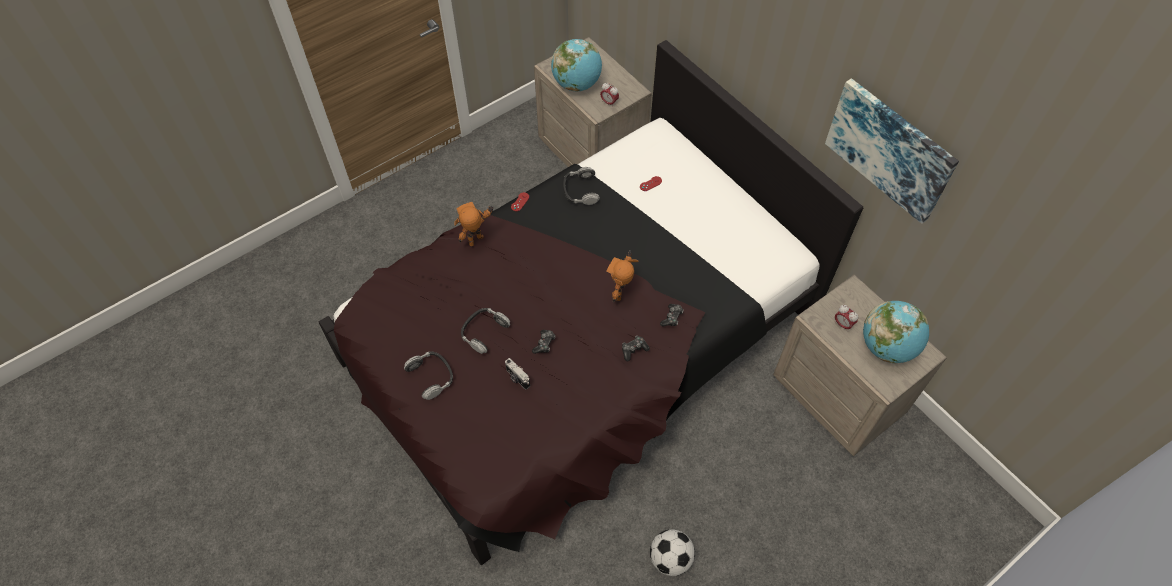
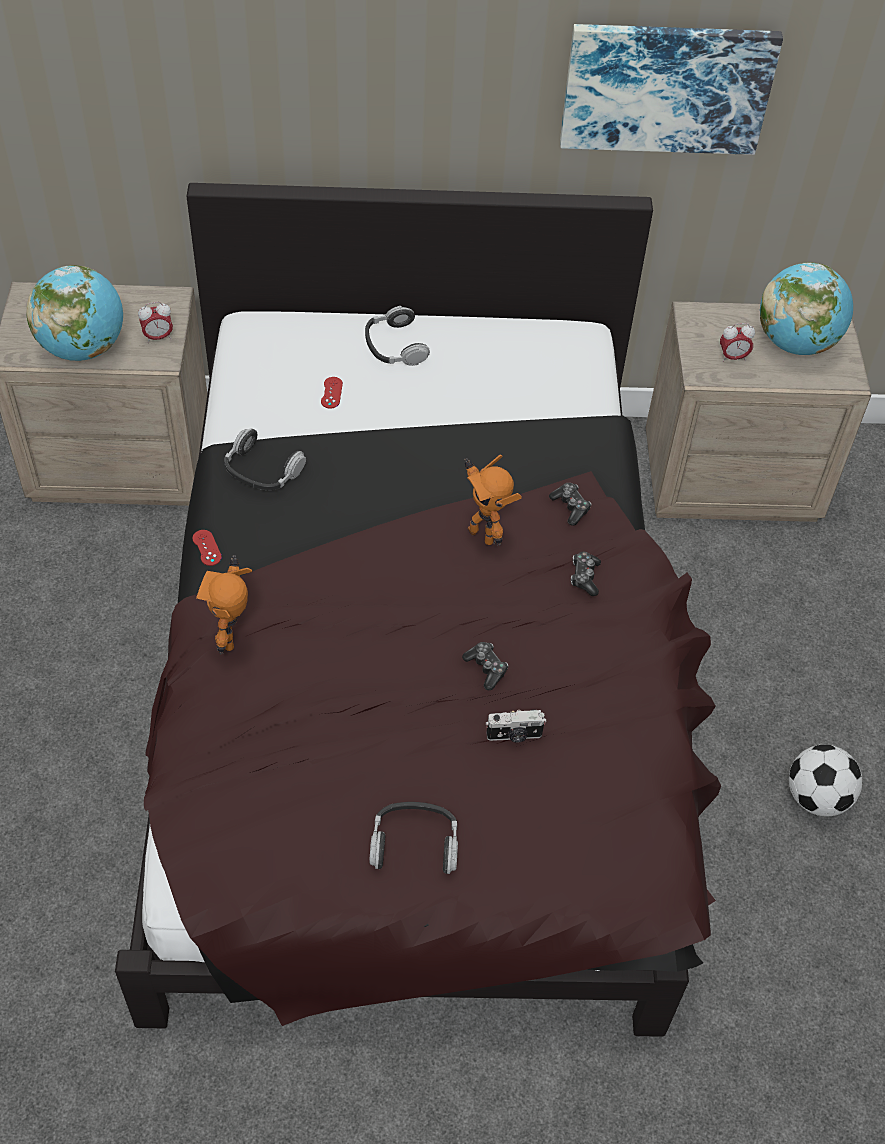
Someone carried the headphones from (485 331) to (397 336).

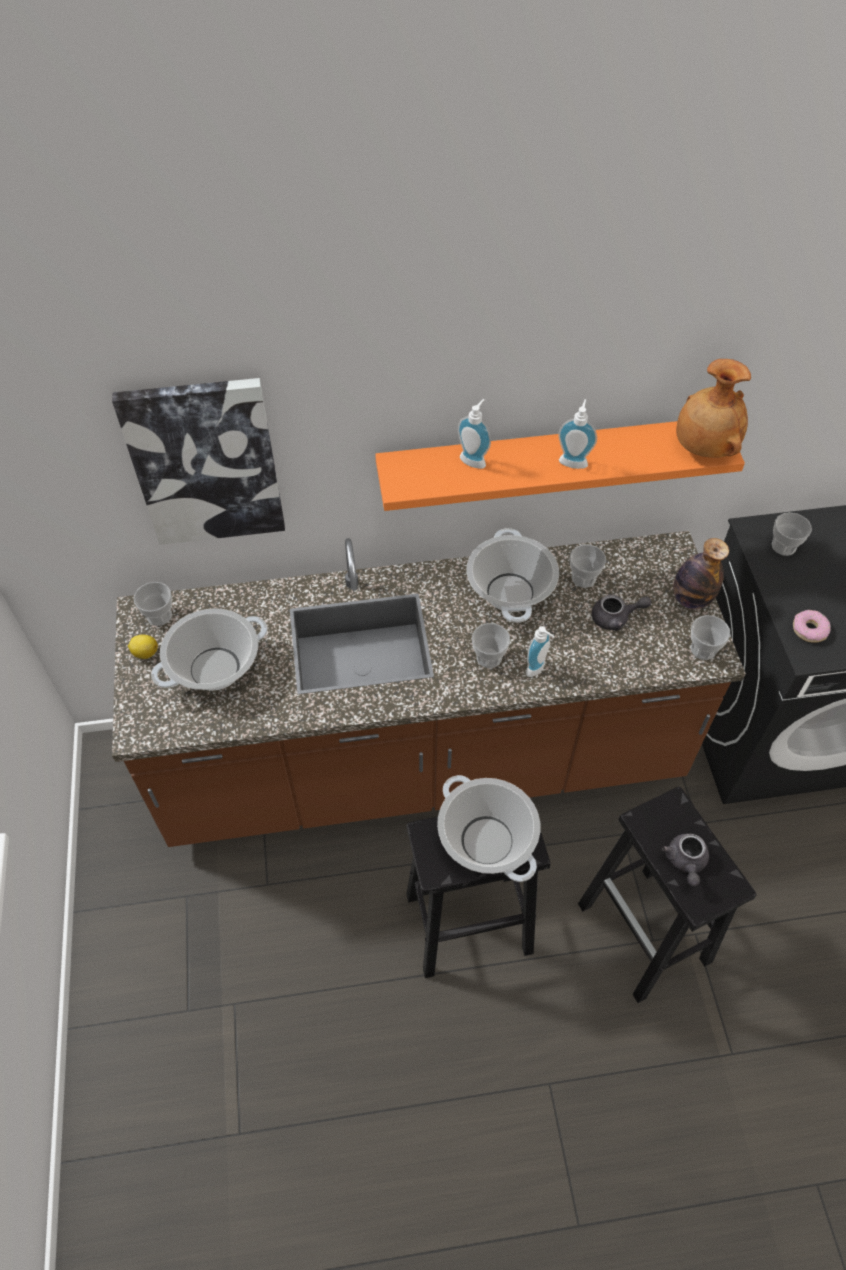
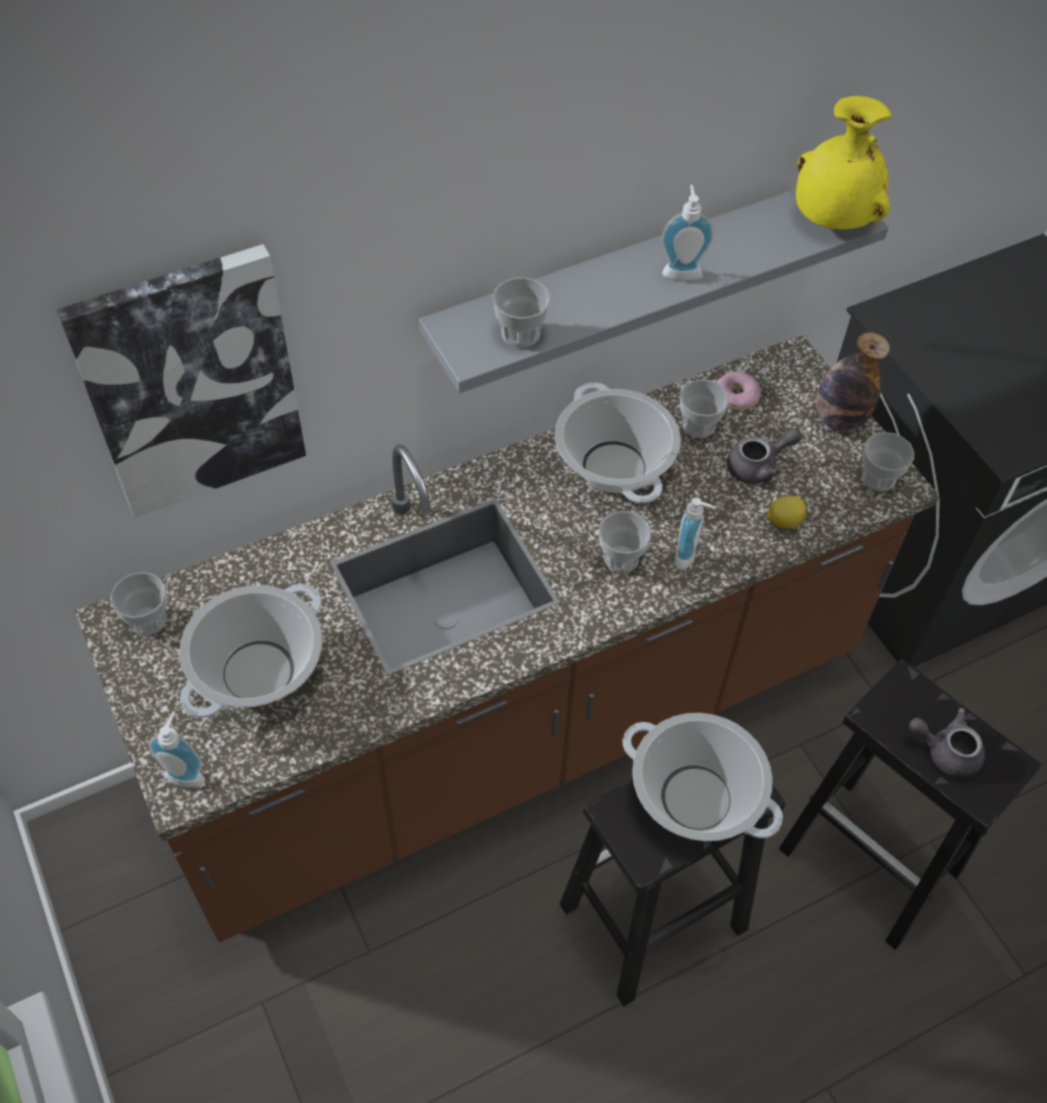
Someone repainted the vase (brown) at (713 408), which became the vase (yellow) at (844 162).
Someone carried the soap dispenser from (474 434) to (176 749).
Someone repainted the shelf (orange) at (560 466), which became the shelf (grey) at (654 291).
Someone carried the cup from (792 534) to (522 312).
Someone carried the donut from (812 626) to (738 391).
Someone carried the lemon from (143 647) to (786 512).
Someone rotated the teapot (grey) at (685 860) by 120 degrees clockwise.

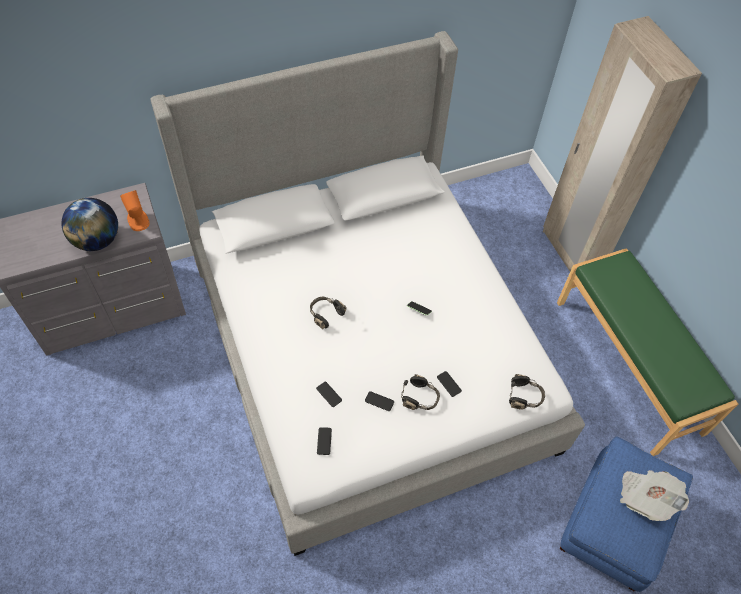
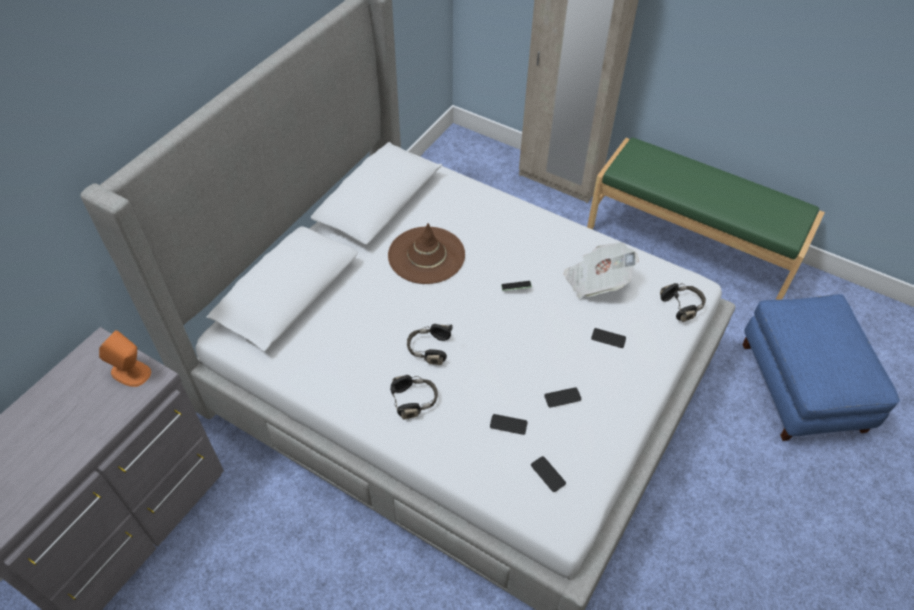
Someone took away the globe at (89 224).
Someone carried the headphones (black) from (420 392) to (414 397).
Someone carried the newspaper from (654 495) to (601 270).
Someone put down the hat (brown) at (426 253).

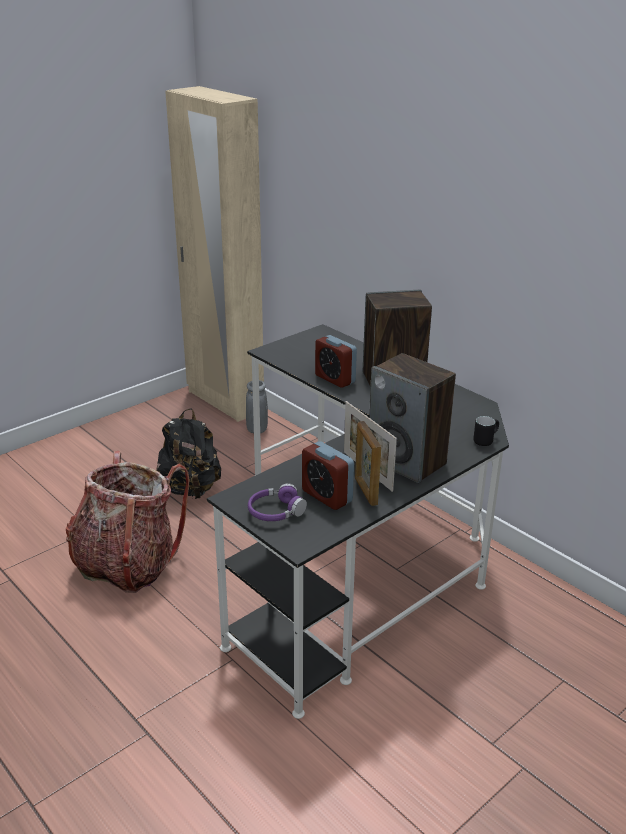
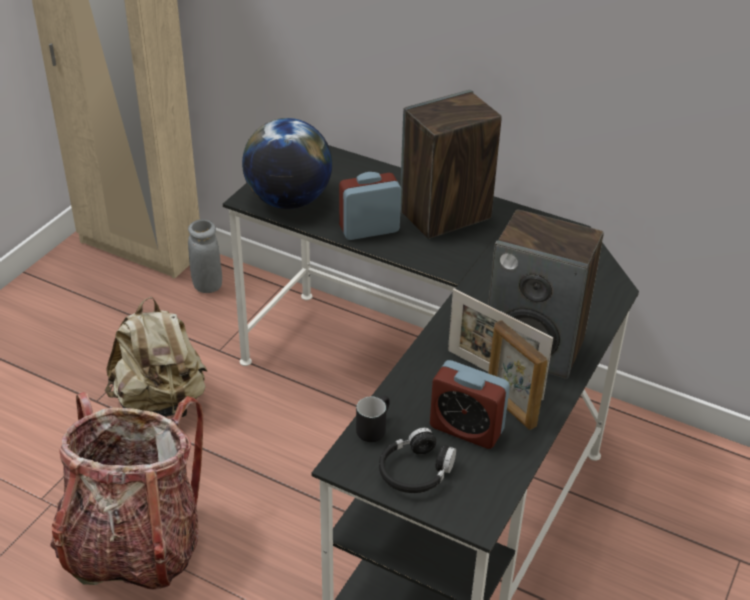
Someone rotated the alarm clock at (336 361) by 135 degrees clockwise.
Someone repainted the backpack (black) at (188 453), which became the backpack (beige) at (156 357).
Someone carried the mug (black) from (486 431) to (373 418).
Someone repainted the headphones (purple) at (277 502), which became the headphones (black) at (417 460).
Someone put down the globe at (287 163).

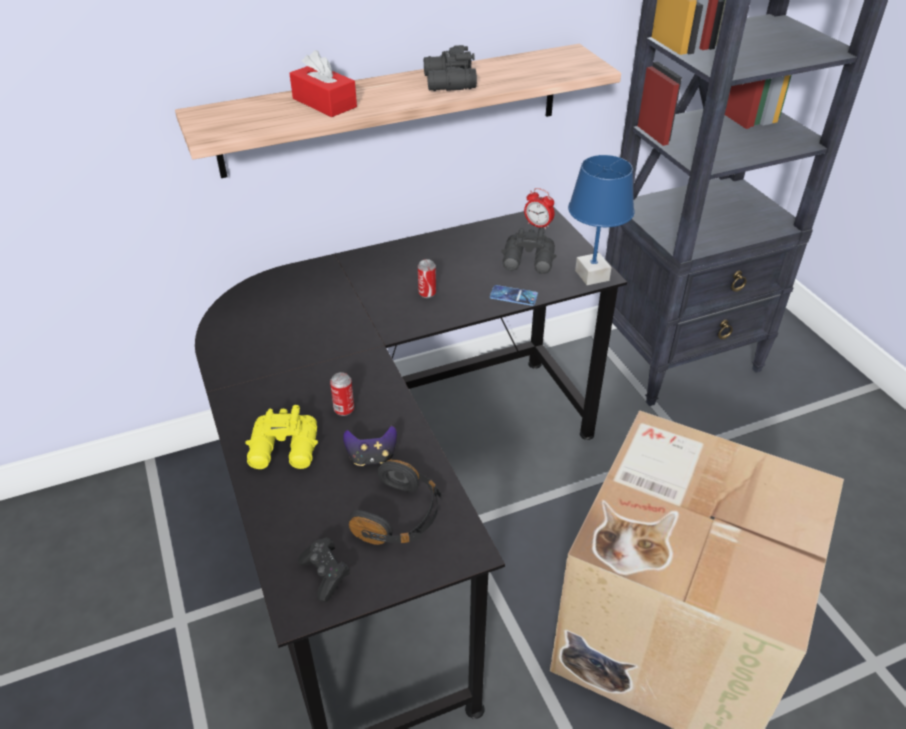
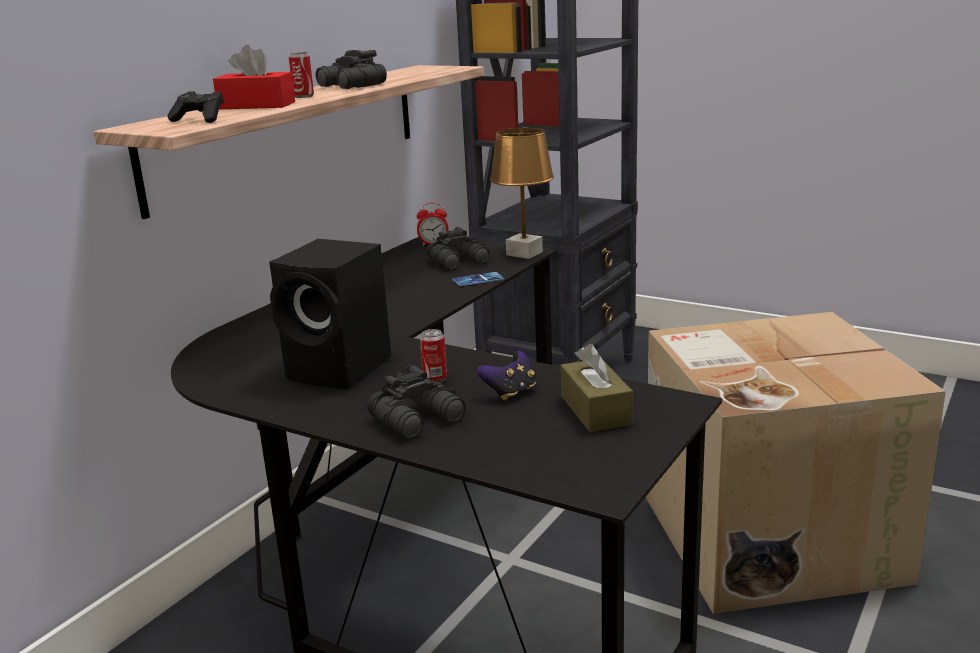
Someone repainted the table lamp (blue) at (601 220), which became the table lamp (brown) at (522 193).
Someone carried the can from (427 278) to (301 75).
Someone repainted the binoculars (yellow) at (281 437), which became the binoculars (black) at (416 401).
Someone swapped the headphones (black) at (395 502) for the tissue box (brown) at (597 388).
Someone carried the game controller (black) from (324 569) to (196 107).
Someone put down the speaker (black) at (330 314).

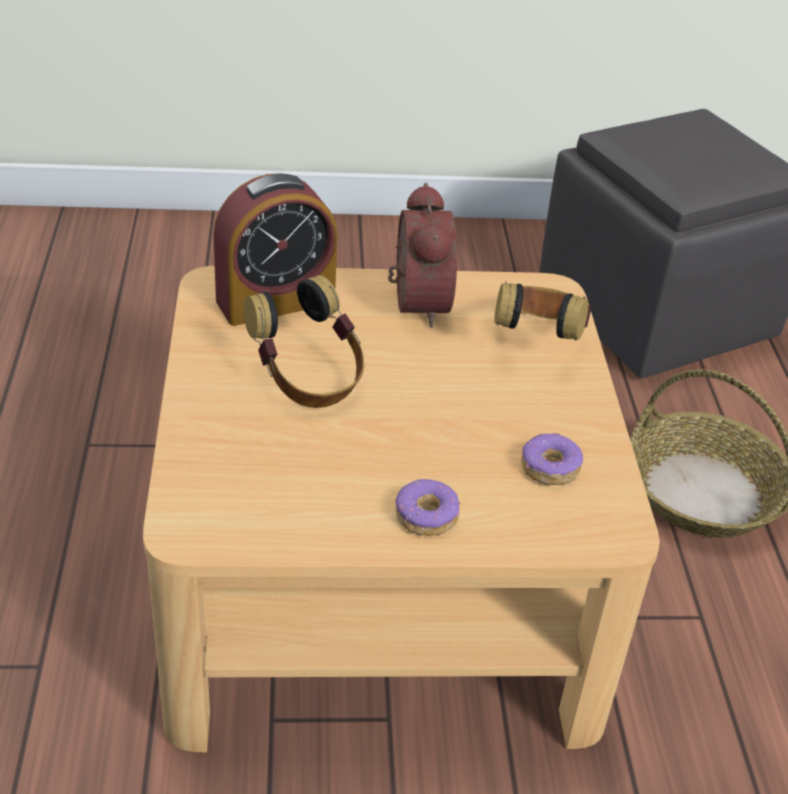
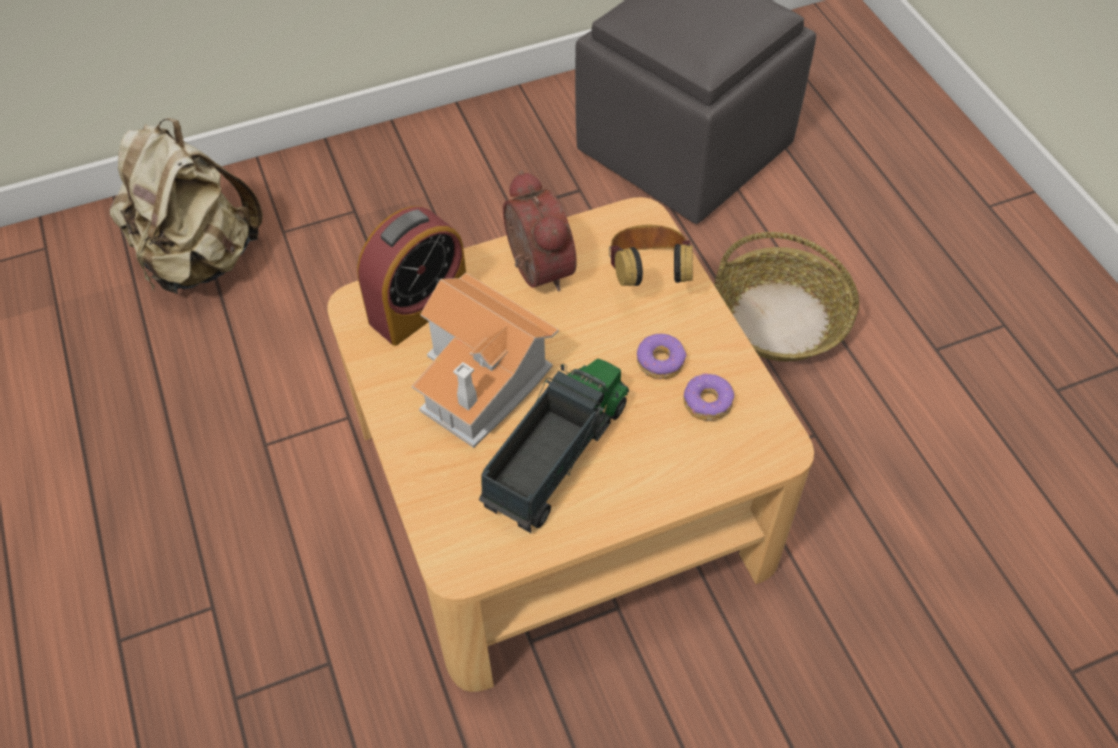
Someone swapped the headphones at (304 341) for the toy house at (485 360).
Someone carried the donut from (428 507) to (662 356).
Someone put down the backpack (beige) at (186 206).
Someone put down the toy truck at (554 445).

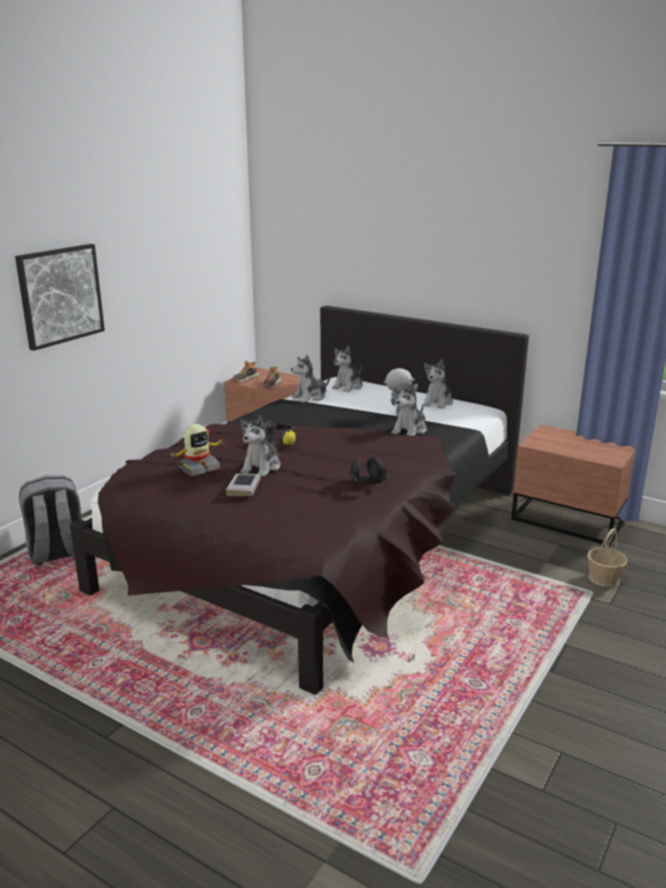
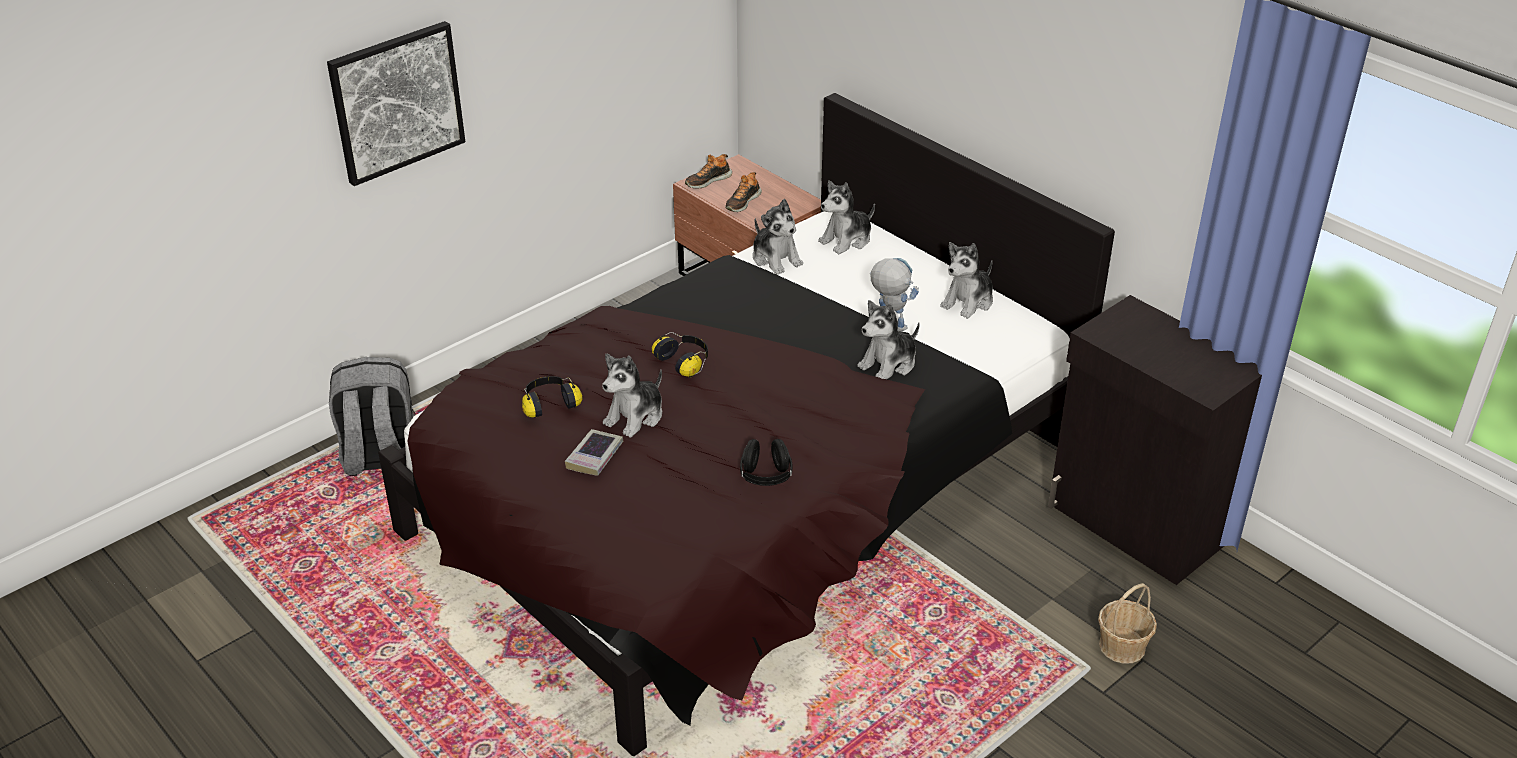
Someone rotated the plush toy at (310 379) by 105 degrees counterclockwise.
Someone swapped the toy robot at (196 450) for the headphones at (552 397).
Someone swapped the nightstand (brown) at (573 485) for the cabinet (black) at (1155 440).

